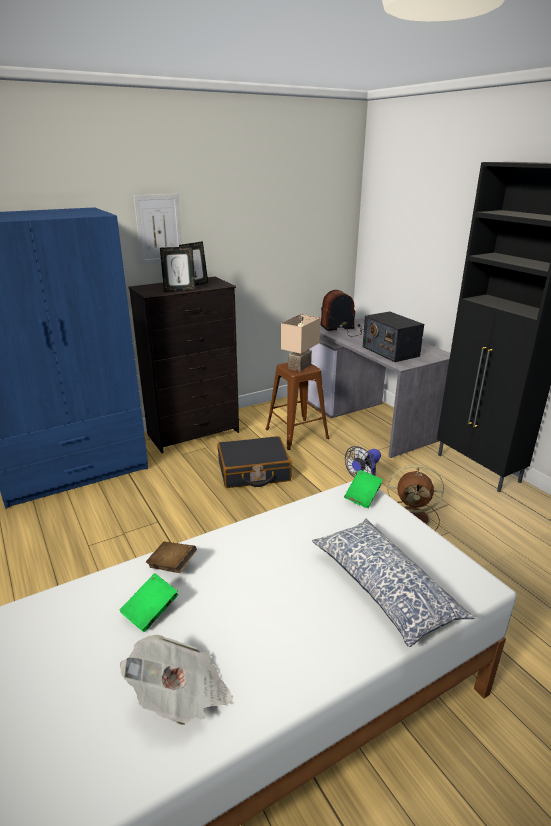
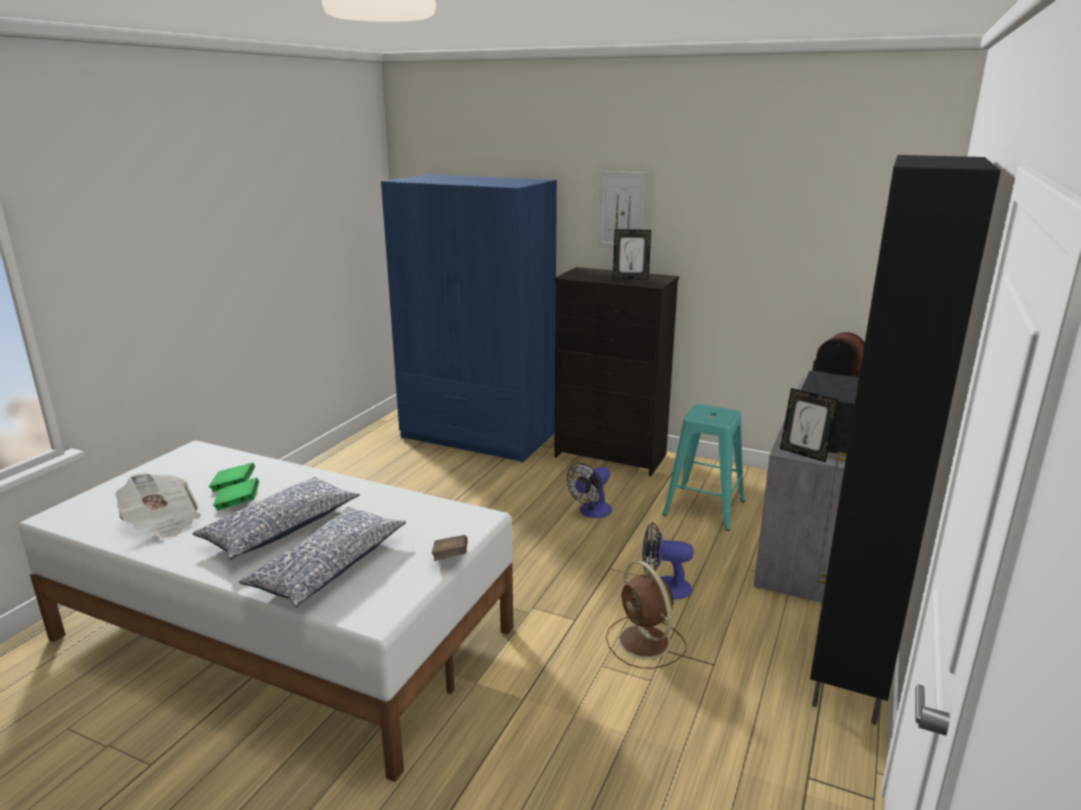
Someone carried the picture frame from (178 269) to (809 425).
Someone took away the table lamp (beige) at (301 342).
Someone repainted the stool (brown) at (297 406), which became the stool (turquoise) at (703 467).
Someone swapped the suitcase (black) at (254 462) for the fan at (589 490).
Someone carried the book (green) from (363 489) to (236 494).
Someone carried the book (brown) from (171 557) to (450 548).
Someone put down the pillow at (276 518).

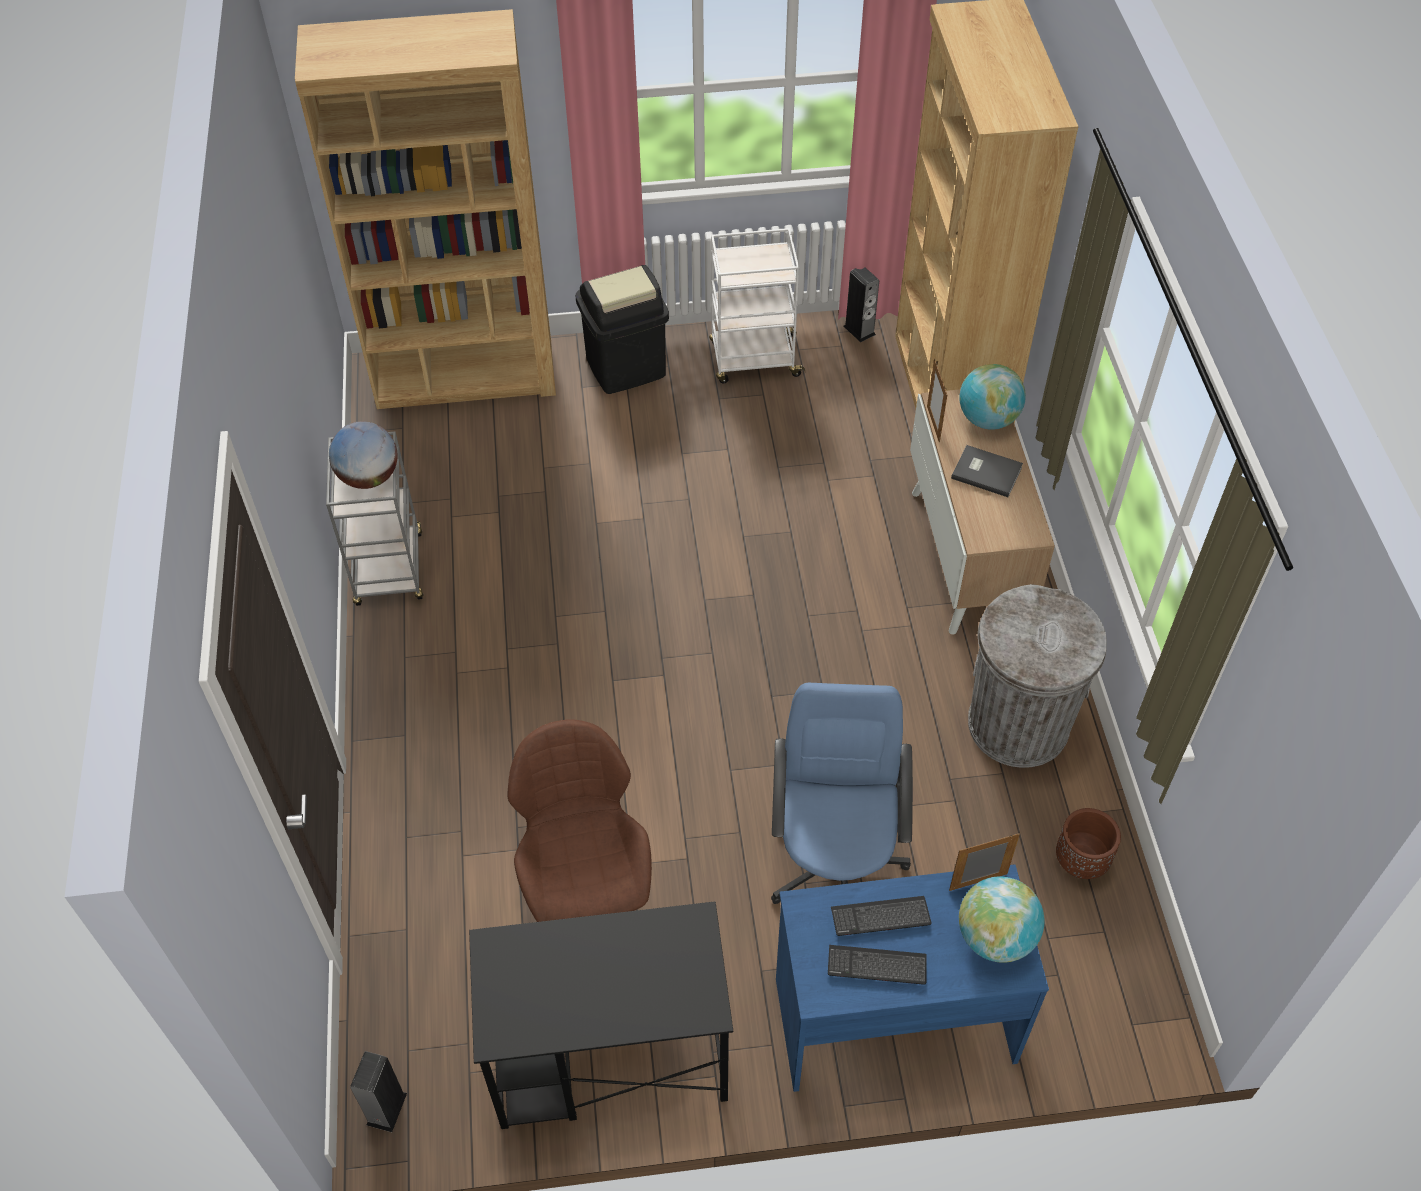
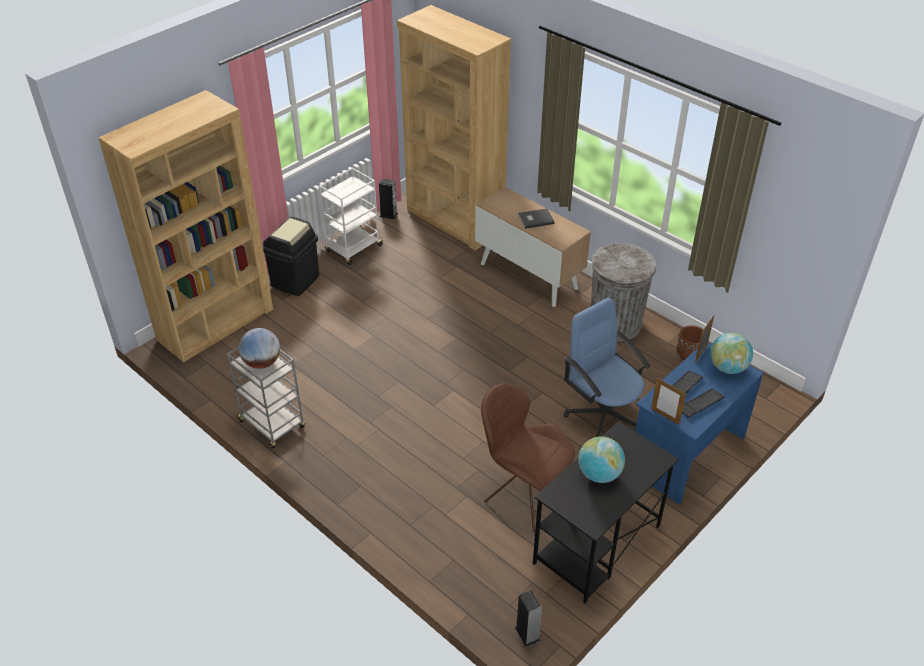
Someone carried the picture frame from (937 400) to (668 401).
Someone carried the globe from (992 397) to (601 459).

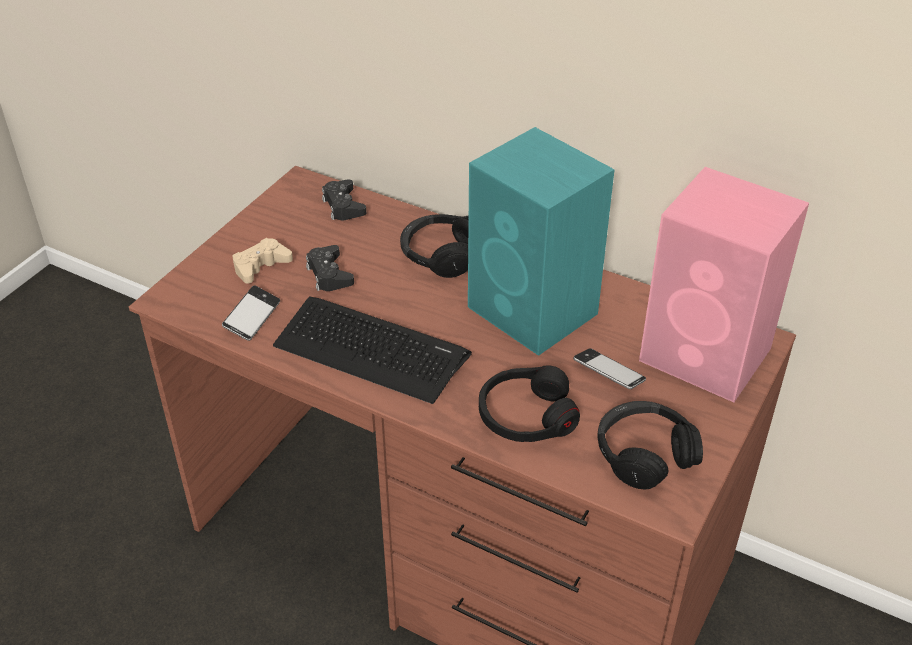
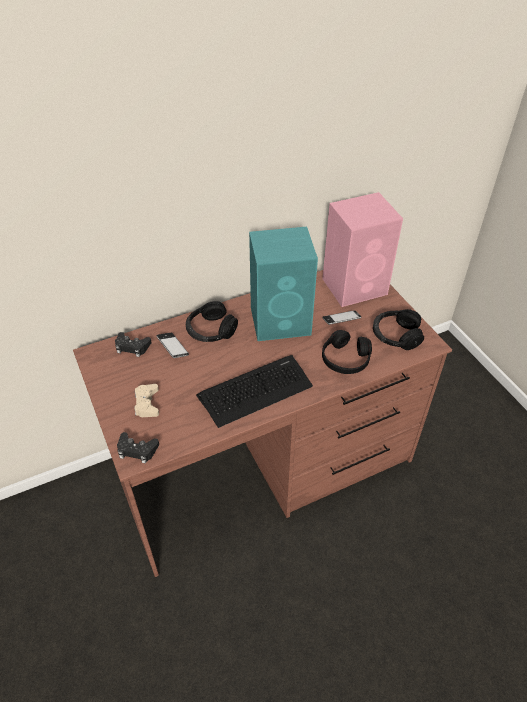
Someone carried the game controller (black) from (330 268) to (138 448).
Someone carried the phone from (251 313) to (172 345).

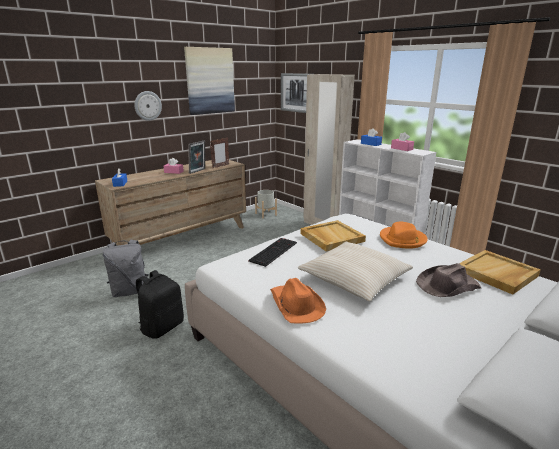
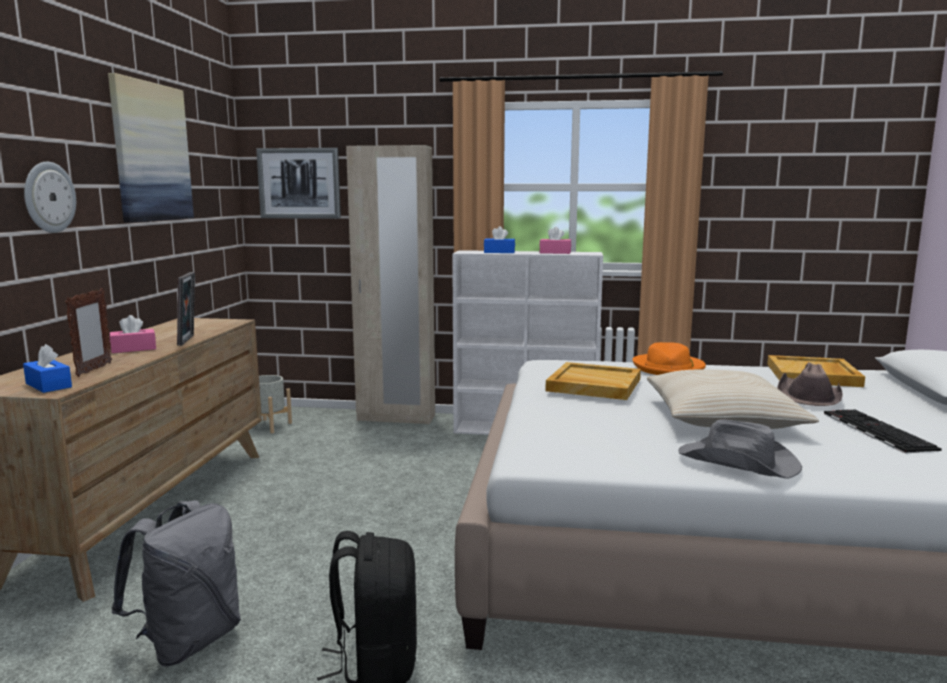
Someone carried the picture frame from (219 153) to (88 332).
Someone carried the keyboard from (272 252) to (883 431).
Someone repainted the hat (orange) at (298 301), which became the hat (grey) at (740 449).

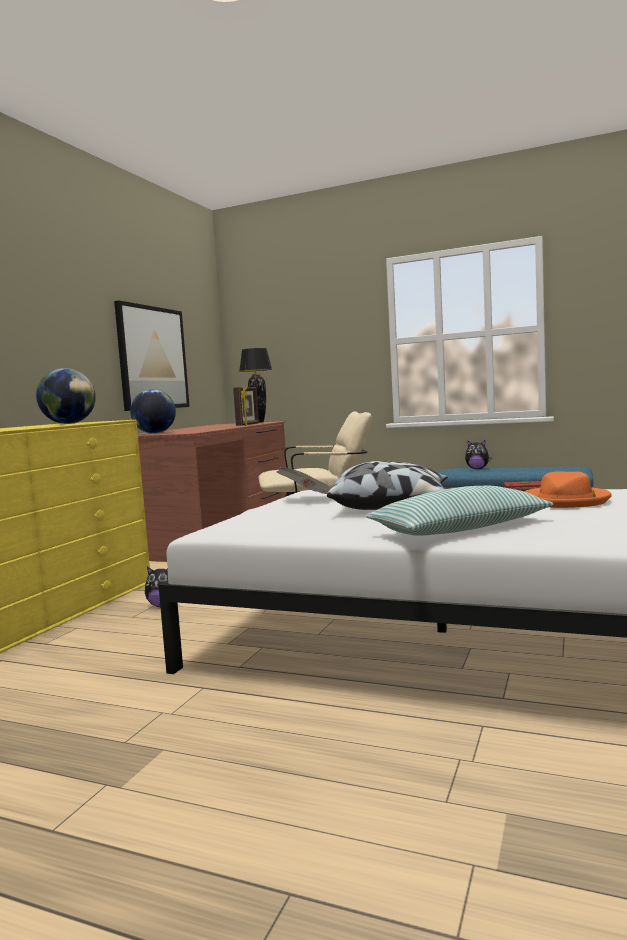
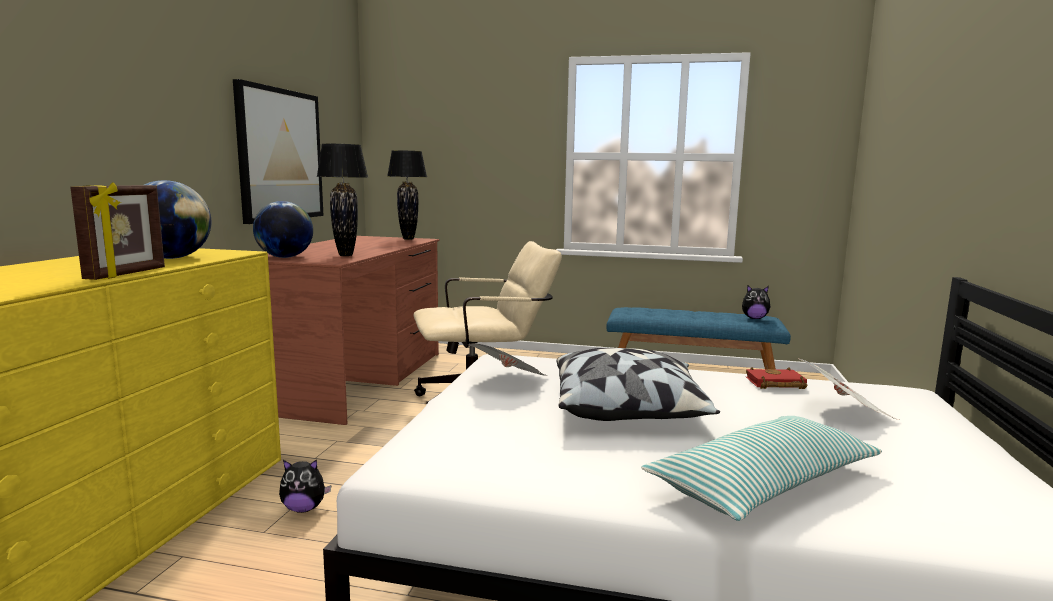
Someone carried the picture frame from (246 406) to (117 231).
Someone carried the plush toy from (478 454) to (756 302).
Someone swapped the hat (orange) at (568 489) for the newspaper at (848 389).
Someone put down the table lamp (black) at (342 200).

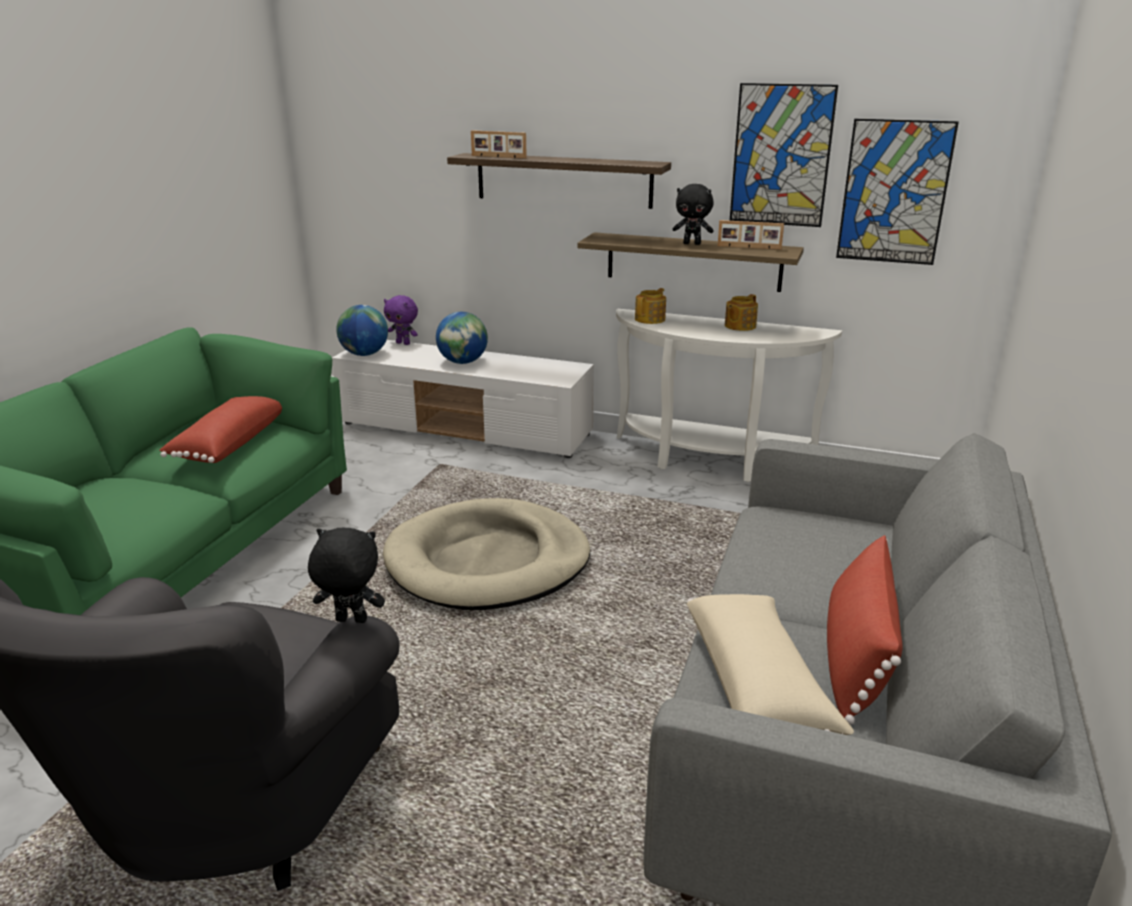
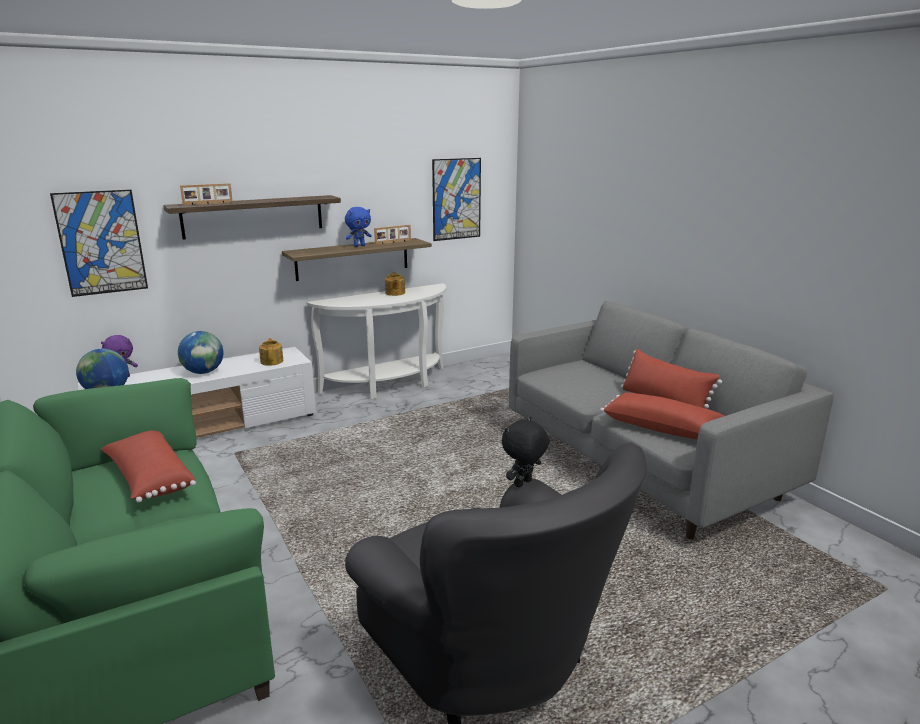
Someone carried the picture from (783 155) to (99 243).
Someone repainted the plush toy (black) at (693 214), which became the plush toy (blue) at (358 227).
Someone carried the teapot from (650 306) to (271 352).
Someone took away the dog bed (beige) at (486 554).
Someone repainted the pillow (beige) at (770 664), which became the pillow (red) at (662 416).

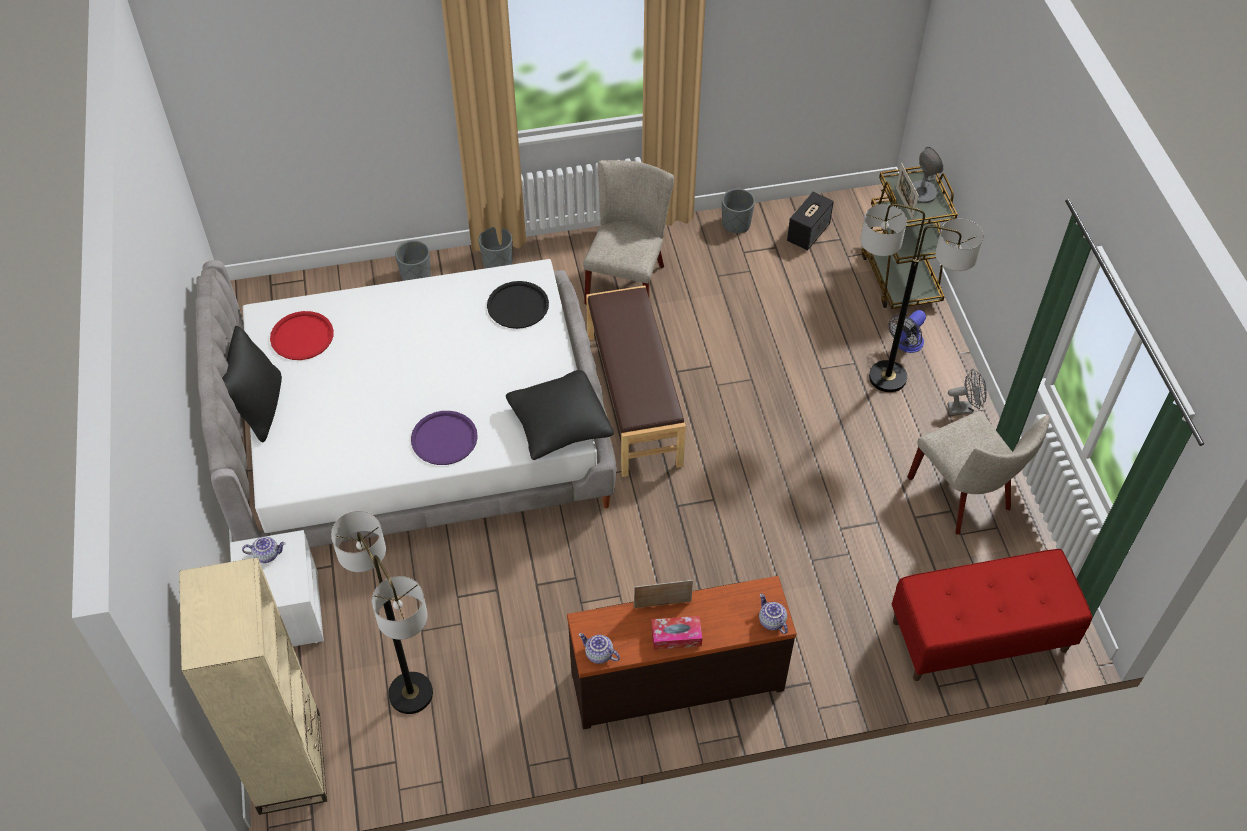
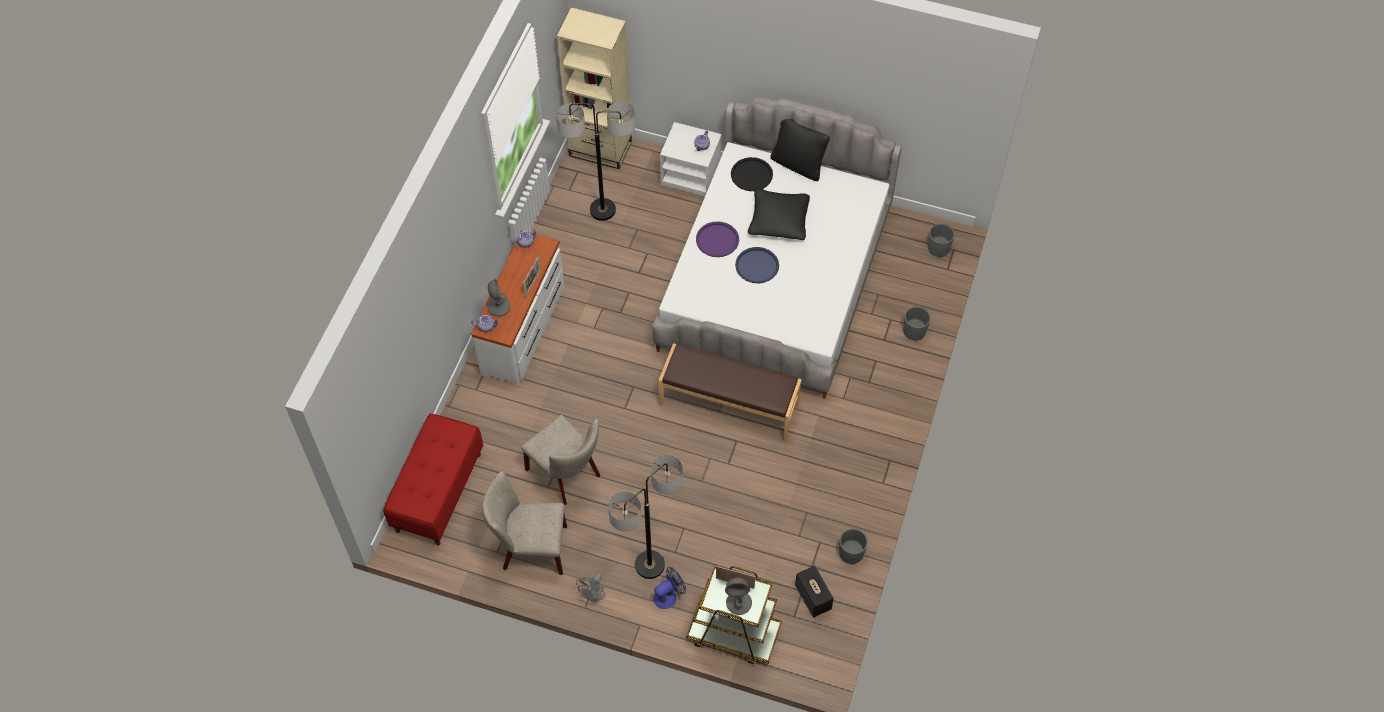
Someone carried the chair (beige) from (628 232) to (560 460).
Someone carried the planter (grey) from (495 247) to (941 240).
Someone carried the tray (black) from (518 305) to (752 174).
Someone rotated the fan at (907 331) by 75 degrees clockwise.
Someone took away the tray (red) at (302 335).
Someone carried the pillow (black) from (560 415) to (779 214).
Someone repainted the dresser (brown) at (682 652), which became the dresser (white) at (517 308).
Someone took away the tissue box at (676 633).
Someone put down the tray (blue) at (757 265).
Someone put down the table lamp (grey) at (499 297).

